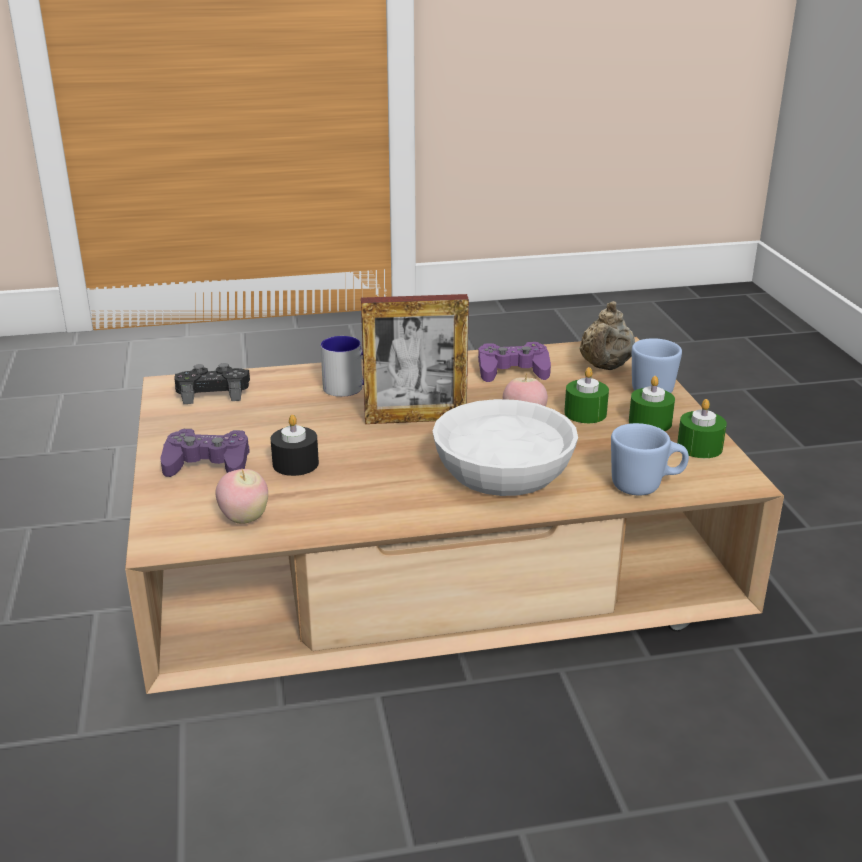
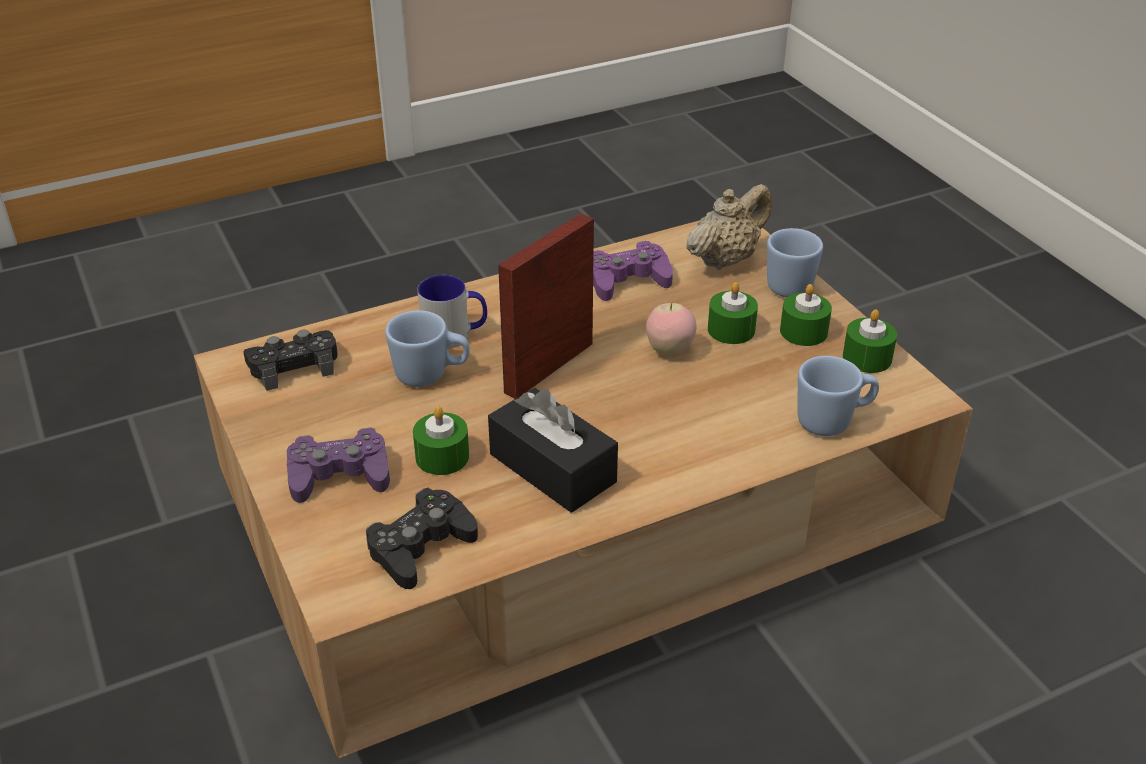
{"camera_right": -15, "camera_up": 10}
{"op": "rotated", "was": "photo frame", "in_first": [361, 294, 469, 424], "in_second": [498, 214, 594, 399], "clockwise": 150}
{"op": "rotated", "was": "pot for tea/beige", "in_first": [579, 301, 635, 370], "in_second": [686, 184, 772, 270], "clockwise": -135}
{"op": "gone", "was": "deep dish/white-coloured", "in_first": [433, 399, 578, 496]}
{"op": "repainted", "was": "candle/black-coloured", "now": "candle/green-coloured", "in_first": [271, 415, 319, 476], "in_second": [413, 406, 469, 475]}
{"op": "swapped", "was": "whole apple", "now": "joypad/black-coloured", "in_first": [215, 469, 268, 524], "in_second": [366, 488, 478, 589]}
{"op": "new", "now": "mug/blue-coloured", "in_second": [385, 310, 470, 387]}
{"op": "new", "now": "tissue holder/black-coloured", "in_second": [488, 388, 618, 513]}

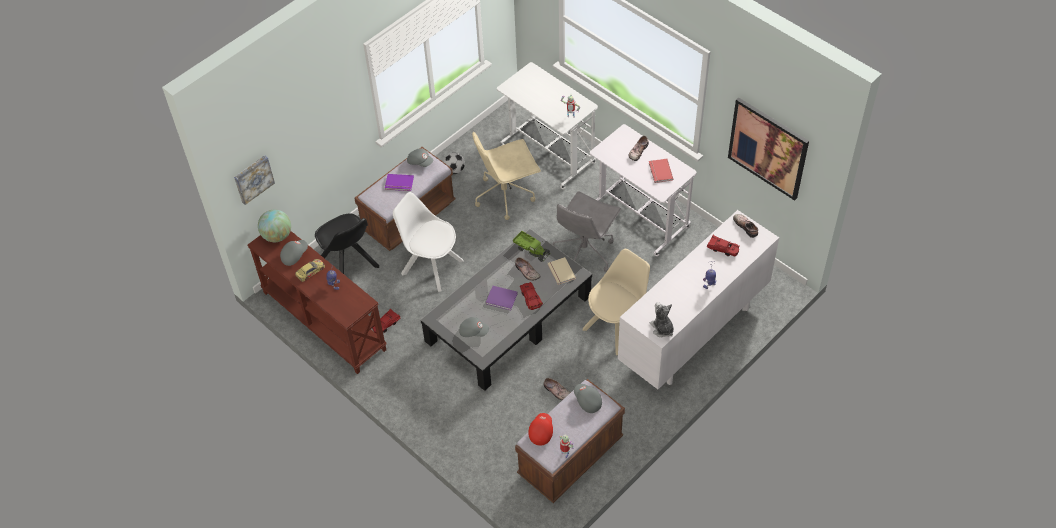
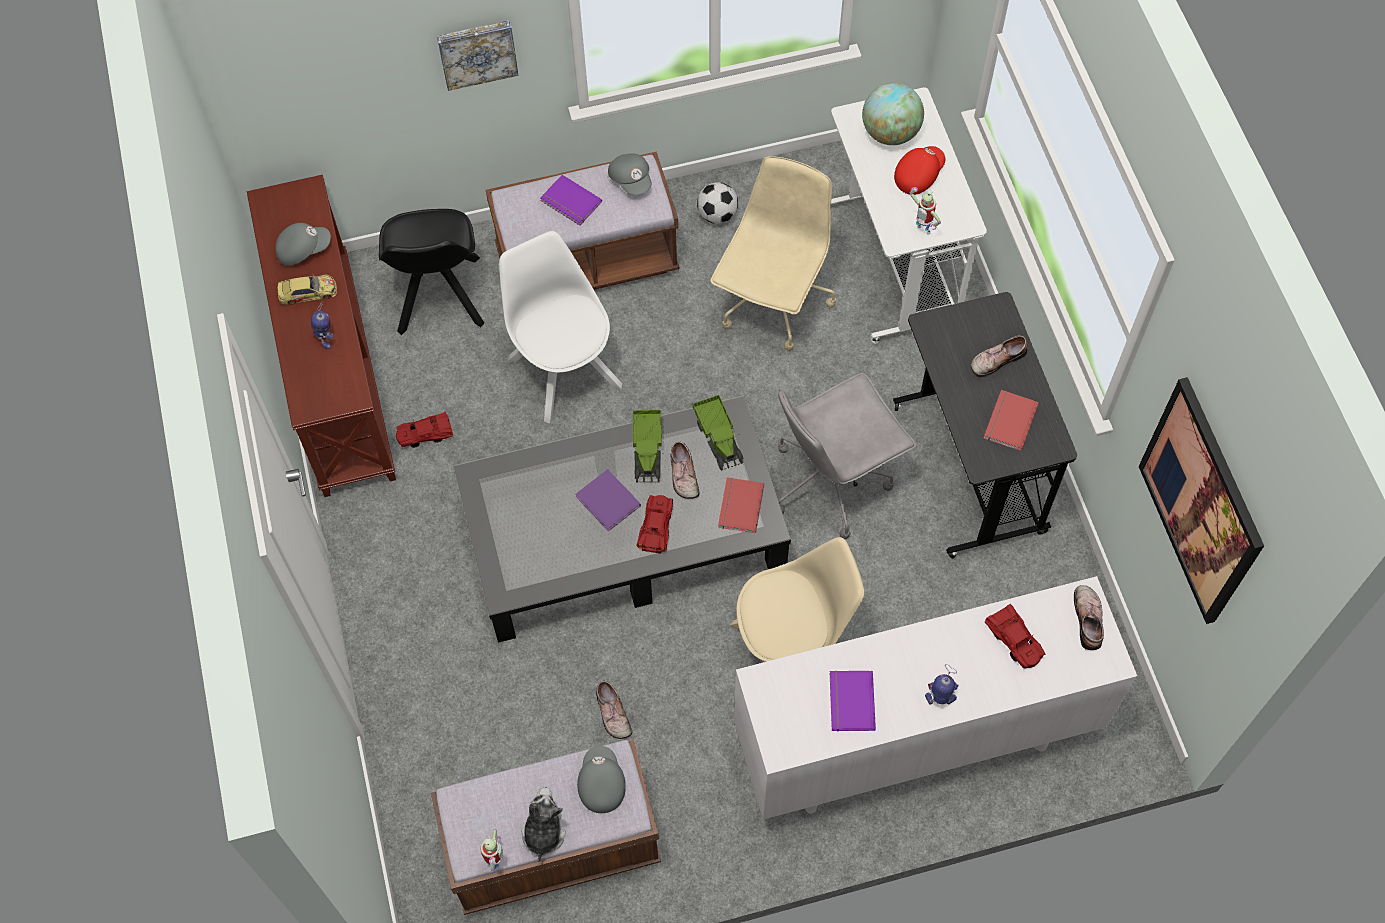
{"camera_right": 30, "camera_up": 10}
{"op": "repainted", "was": "desk table/white-coloured", "now": "desk table/black-coloured", "in_first": [590, 124, 697, 256], "in_second": [893, 292, 1077, 558]}
{"op": "rotated", "was": "computer chair/beige", "in_first": [472, 131, 541, 220], "in_second": [711, 156, 836, 351], "clockwise": 105}
{"op": "shifted", "was": "picture", "in_first": [234, 155, 275, 205], "in_second": [437, 21, 518, 91]}
{"op": "shifted", "was": "globe", "in_first": [258, 210, 291, 242], "in_second": [862, 83, 924, 145]}
{"op": "repainted", "was": "book/beige", "now": "book/red-coloured", "in_first": [548, 257, 576, 285], "in_second": [718, 477, 764, 533]}
{"op": "shifted", "was": "soft toy", "in_first": [650, 302, 674, 337], "in_second": [521, 787, 566, 862]}
{"op": "gone", "was": "cap/greyish", "in_first": [459, 317, 489, 337]}
{"op": "shifted", "was": "cap/red-coloured", "in_first": [528, 413, 553, 446], "in_second": [894, 146, 945, 195]}
{"op": "new", "now": "toy lorry", "in_second": [633, 410, 662, 483]}
{"op": "new", "now": "book/purple-coloured", "in_second": [830, 671, 876, 731]}

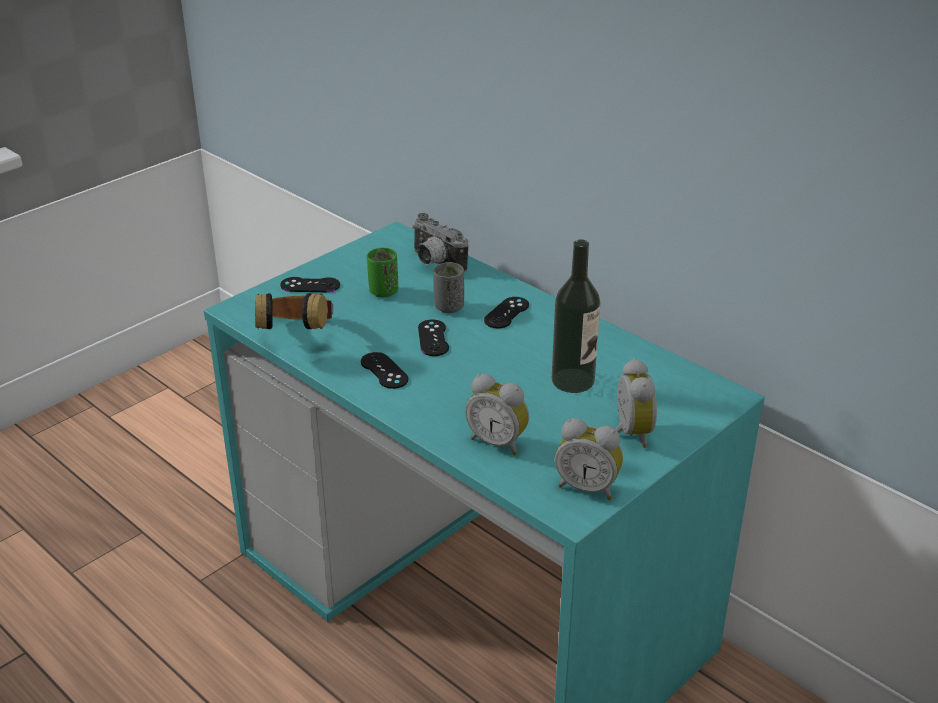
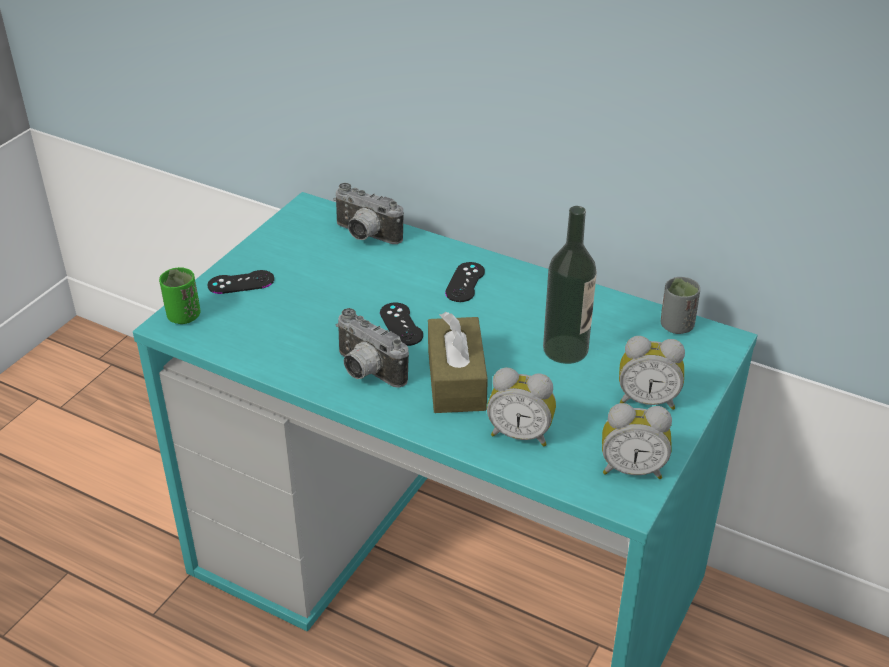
{"camera_right": -15, "camera_up": 5}
{"op": "shifted", "was": "drinking cup/green-coloured", "in_first": [367, 248, 399, 297], "in_second": [159, 267, 200, 324]}
{"op": "shifted", "was": "drinking cup/greyish", "in_first": [433, 262, 464, 313], "in_second": [661, 277, 700, 334]}
{"op": "gone", "was": "headset", "in_first": [255, 293, 333, 329]}
{"op": "swapped", "was": "joypad/black-coloured", "now": "photo camera", "in_first": [361, 352, 409, 389], "in_second": [336, 308, 409, 388]}
{"op": "rotated", "was": "table clock", "in_first": [616, 358, 657, 448], "in_second": [619, 336, 685, 410], "clockwise": 120}
{"op": "new", "now": "tissue holder/brown", "in_second": [428, 312, 488, 413]}

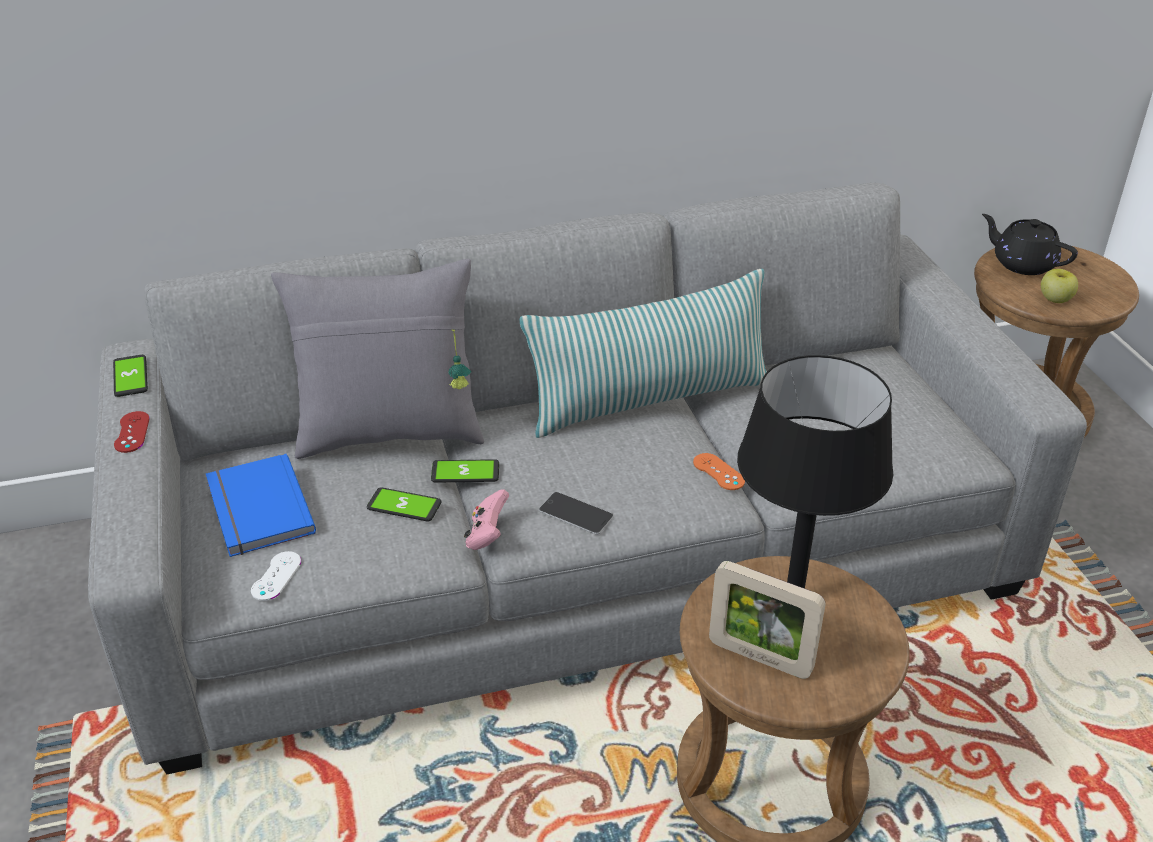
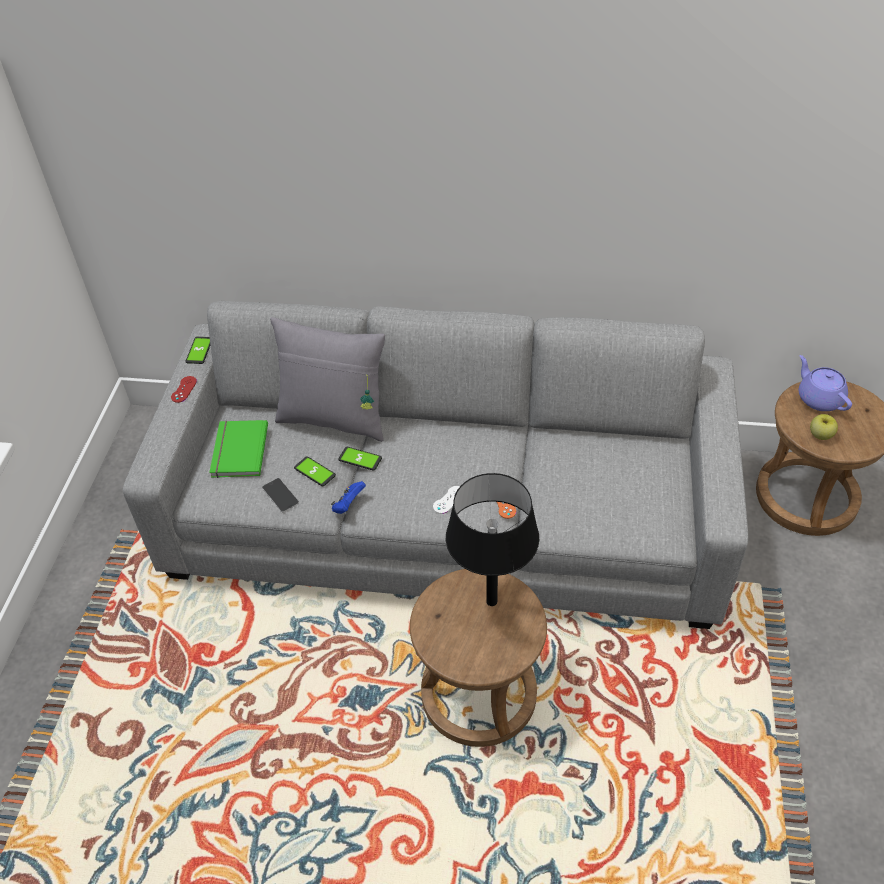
{"camera_right": 25, "camera_up": 10}
{"op": "repainted", "was": "pot for tea/black-coloured", "now": "pot for tea/purple-coloured", "in_first": [982, 214, 1078, 275], "in_second": [799, 355, 852, 411]}
{"op": "gone", "was": "throw pillow", "in_first": [520, 269, 767, 438]}
{"op": "repainted", "was": "book/blue-coloured", "now": "book/green-coloured", "in_first": [206, 454, 316, 557], "in_second": [209, 420, 268, 478]}
{"op": "repainted", "was": "joypad/pink", "now": "joypad/blue-coloured", "in_first": [464, 489, 509, 550], "in_second": [331, 481, 366, 514]}
{"op": "shifted", "was": "phone", "in_first": [539, 492, 614, 535], "in_second": [262, 478, 299, 513]}
{"op": "shifted", "was": "joypad/white-coloured", "in_first": [251, 551, 301, 601], "in_second": [433, 486, 460, 514]}
{"op": "gone", "was": "photo frame", "in_first": [709, 561, 826, 679]}

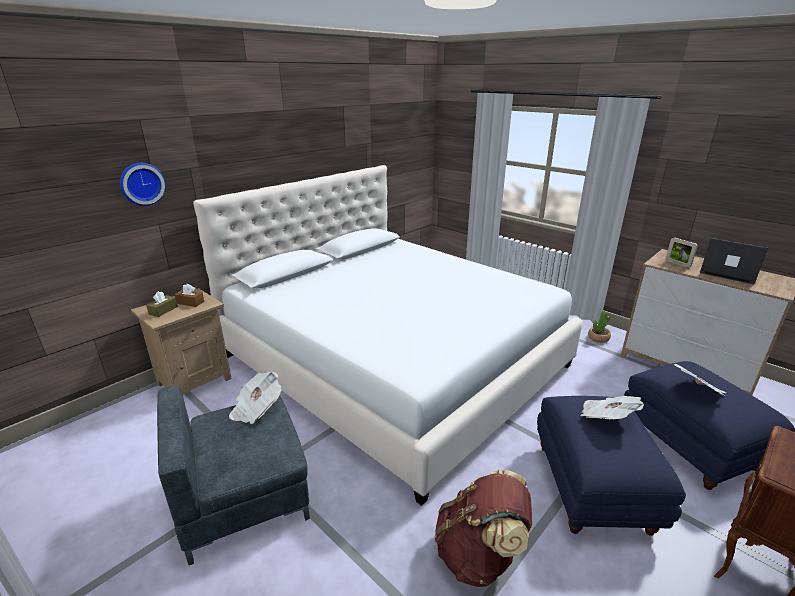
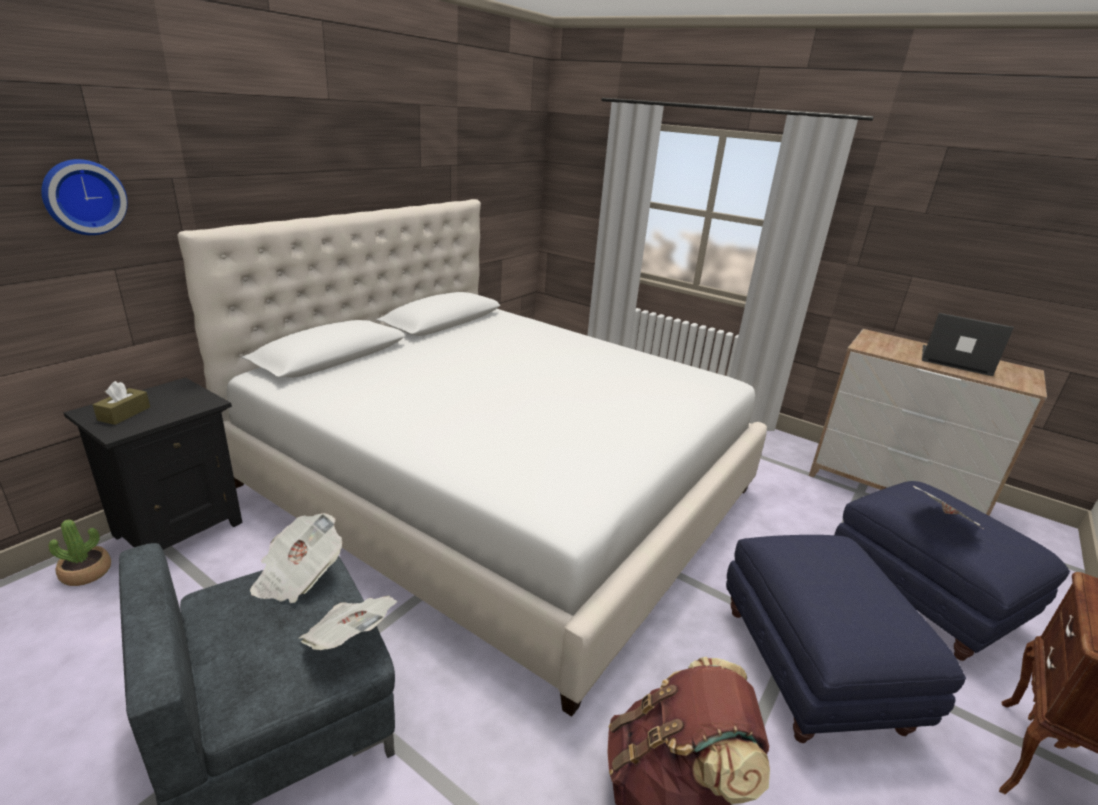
{"camera_right": -10, "camera_up": 0}
{"op": "gone", "was": "photo frame", "in_first": [666, 237, 698, 268]}
{"op": "gone", "was": "tissue holder/brown", "in_first": [174, 284, 204, 307]}
{"op": "repainted", "was": "bedside table/beige", "now": "bedside table/black-coloured", "in_first": [131, 288, 232, 394], "in_second": [63, 378, 242, 550]}
{"op": "shifted", "was": "potted plant", "in_first": [588, 311, 611, 343], "in_second": [49, 519, 111, 586]}
{"op": "shifted", "was": "newspaper", "in_first": [580, 396, 644, 419], "in_second": [299, 596, 397, 650]}

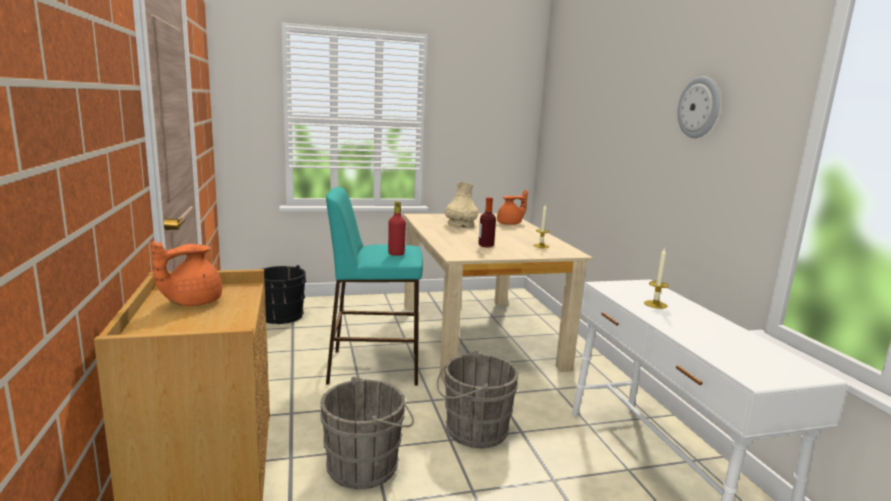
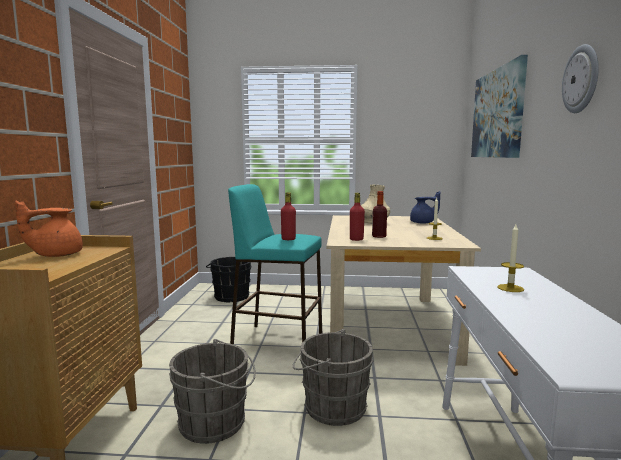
{"camera_right": 20, "camera_up": -5}
{"op": "repainted", "was": "pot for tea/orange-coloured", "now": "pot for tea/blue-coloured", "in_first": [497, 190, 528, 225], "in_second": [410, 191, 440, 224]}
{"op": "new", "now": "picture", "in_second": [471, 55, 528, 158]}
{"op": "new", "now": "beverage bottle/red-coloured", "in_second": [350, 193, 365, 241]}

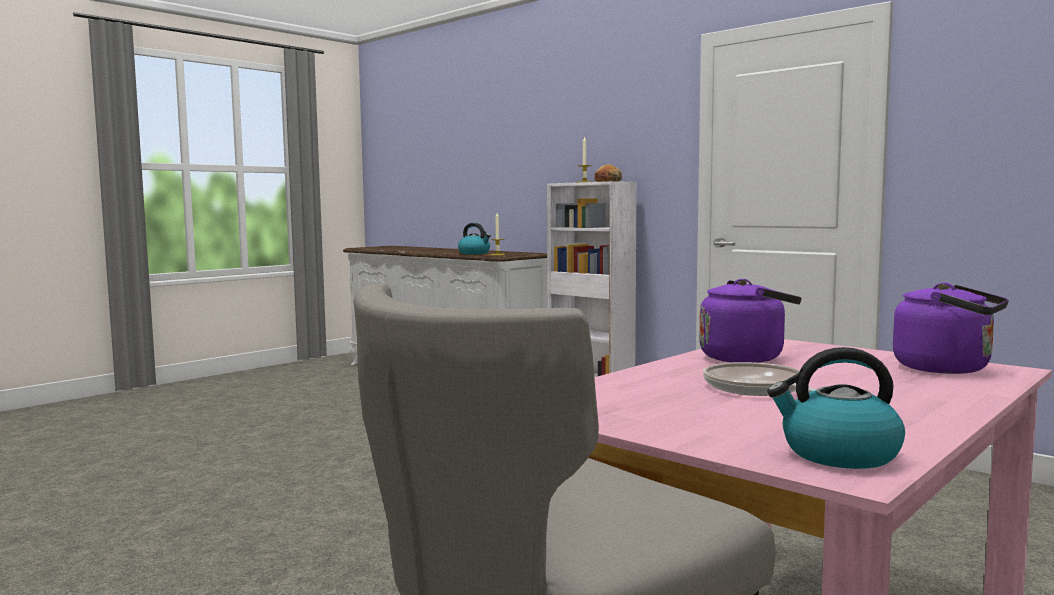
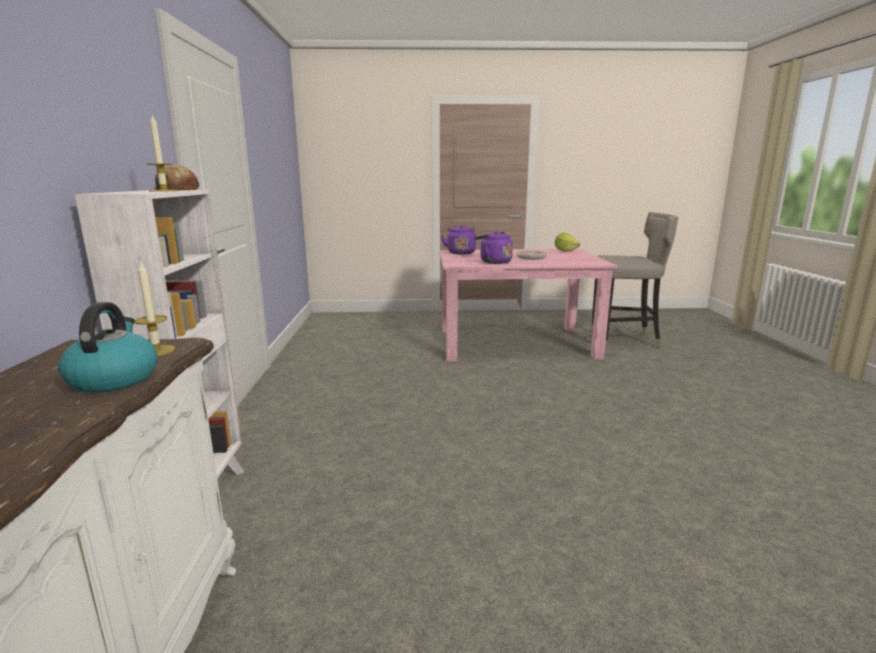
{"camera_right": -135, "camera_up": 10}
{"op": "swapped", "was": "kettle", "now": "lettuce", "in_first": [767, 347, 905, 469], "in_second": [555, 233, 581, 252]}

